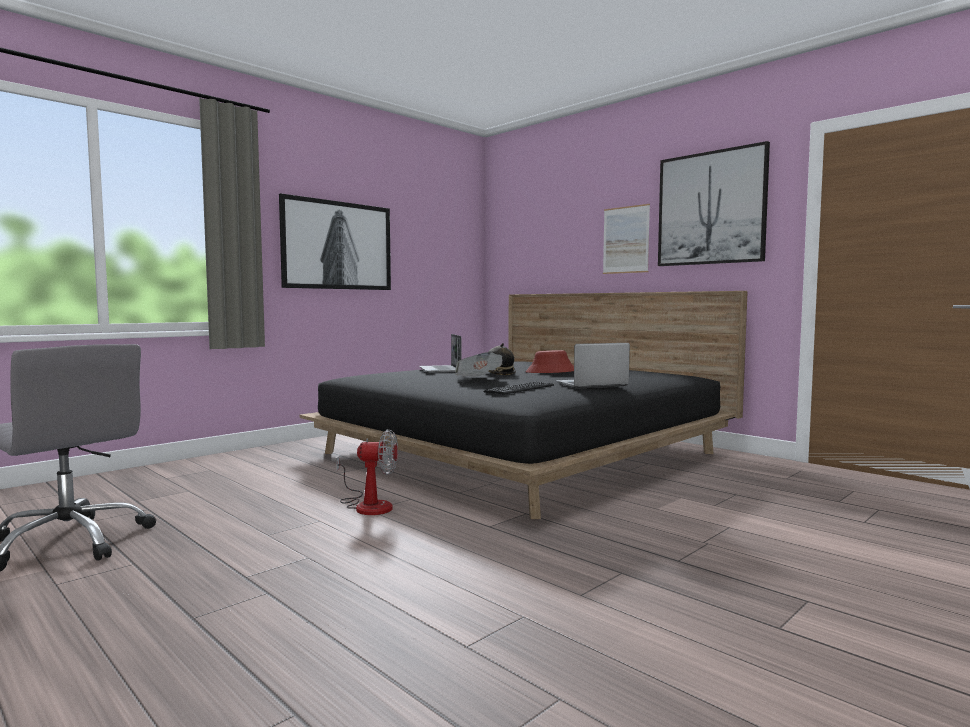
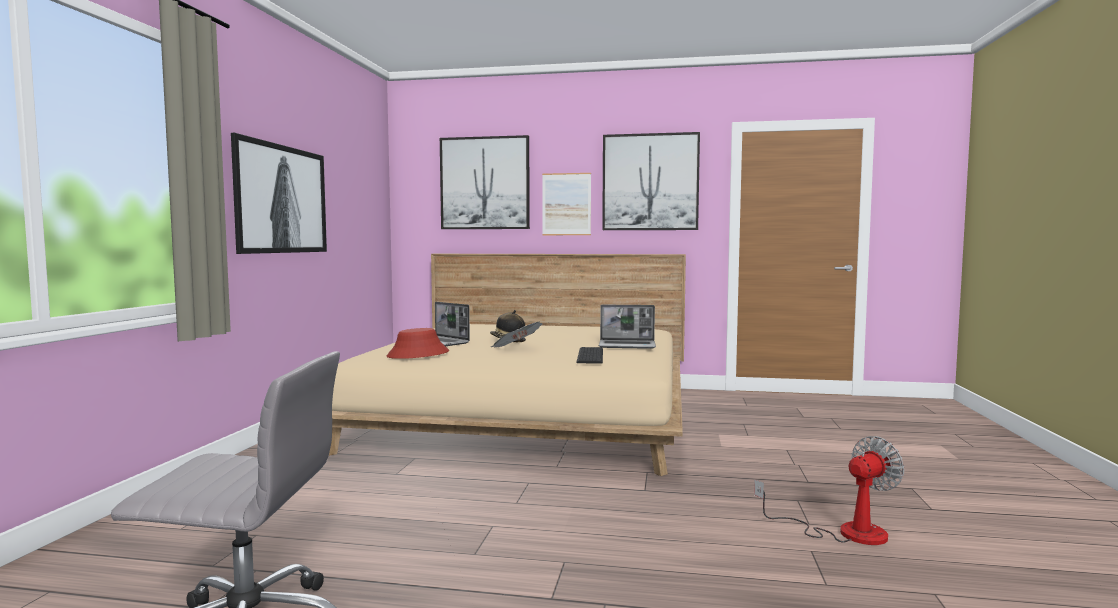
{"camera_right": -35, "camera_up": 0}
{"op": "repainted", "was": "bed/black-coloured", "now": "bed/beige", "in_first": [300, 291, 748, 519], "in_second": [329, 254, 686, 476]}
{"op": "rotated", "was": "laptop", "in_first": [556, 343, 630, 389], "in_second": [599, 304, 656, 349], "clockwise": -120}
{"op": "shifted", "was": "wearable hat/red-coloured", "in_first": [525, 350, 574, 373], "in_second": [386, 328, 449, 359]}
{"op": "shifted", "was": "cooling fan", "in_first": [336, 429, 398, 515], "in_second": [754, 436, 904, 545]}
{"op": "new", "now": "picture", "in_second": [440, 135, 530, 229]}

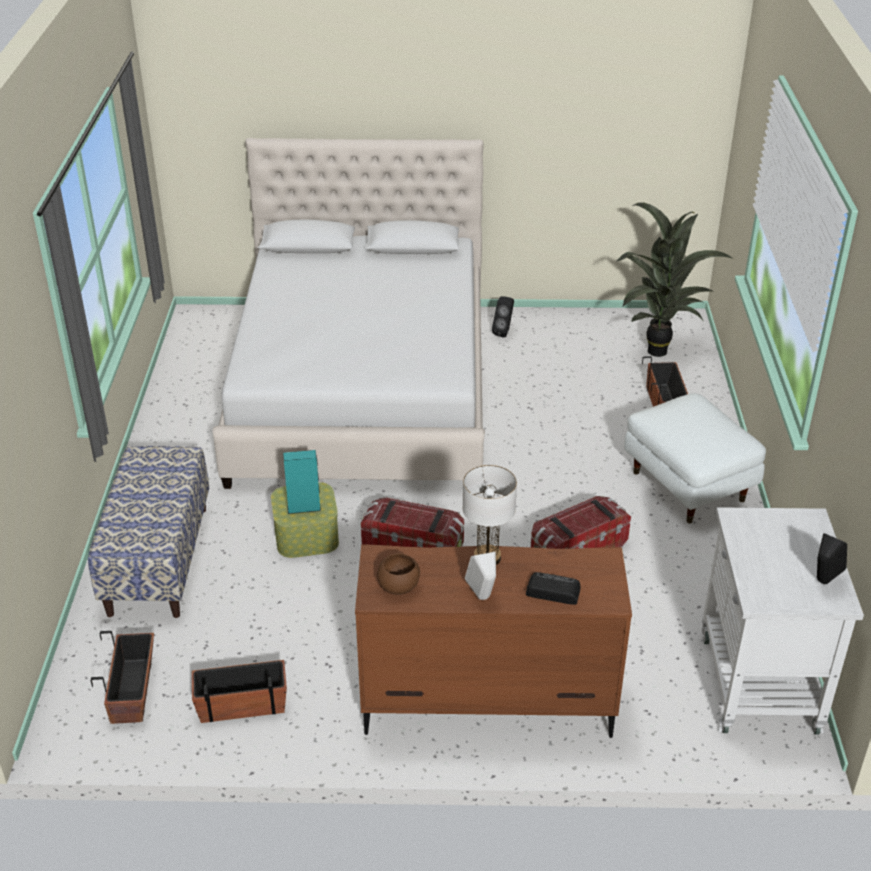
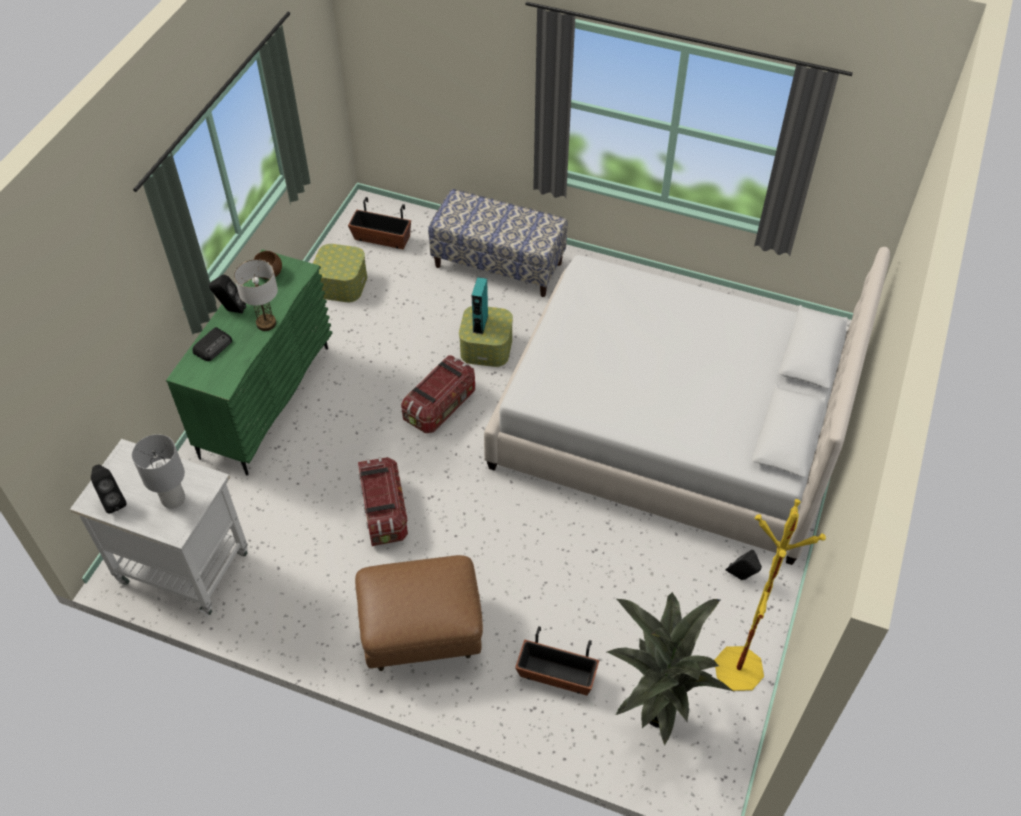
{"camera_right": 110, "camera_up": 15}
{"op": "repainted", "was": "footrest/white-coloured", "now": "footrest/brown", "in_first": [624, 393, 766, 523], "in_second": [355, 555, 483, 671]}
{"op": "repainted", "was": "chest of drawers/brown", "now": "chest of drawers/green-coloured", "in_first": [355, 545, 632, 738], "in_second": [166, 249, 332, 475]}
{"op": "repainted", "was": "speaker/white-coloured", "now": "speaker/black-coloured", "in_first": [465, 552, 496, 600], "in_second": [209, 275, 246, 314]}
{"op": "swapped", "was": "flower pot", "now": "storage bin", "in_first": [192, 660, 287, 723], "in_second": [313, 244, 367, 302]}
{"op": "new", "now": "tabletop lamp/greyish", "in_second": [132, 434, 185, 509]}
{"op": "new", "now": "clothes rack/yellow-coloured", "in_second": [714, 499, 826, 691]}

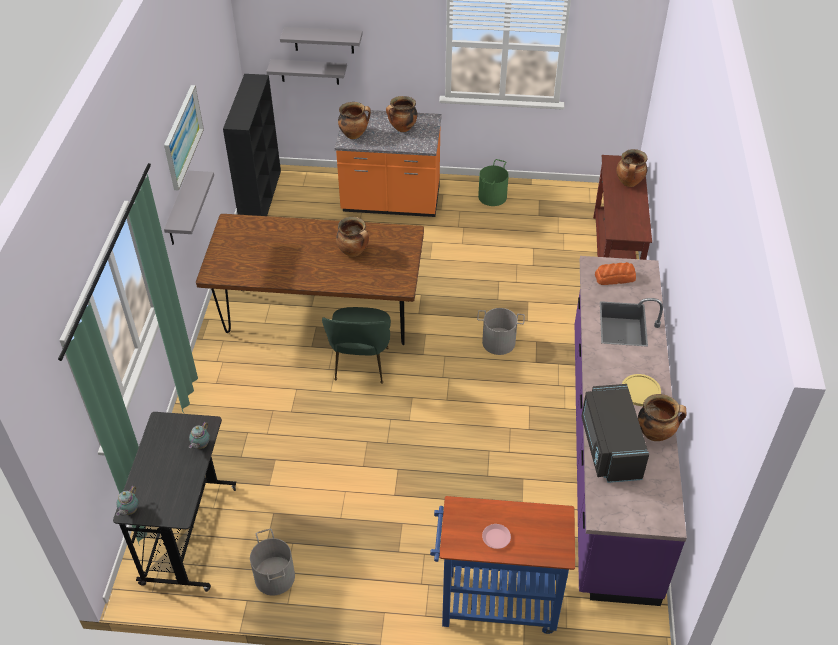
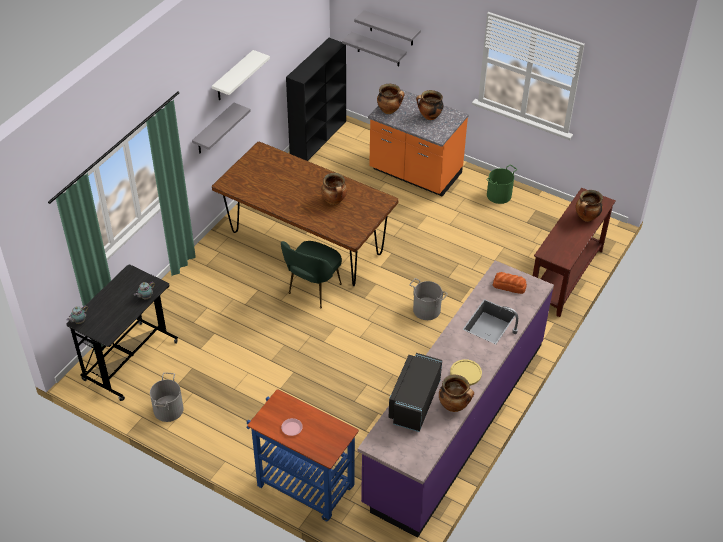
{"camera_right": 25, "camera_up": 0}
{"op": "swapped", "was": "picture", "now": "shelf/white-coloured", "in_first": [164, 85, 204, 191], "in_second": [212, 50, 270, 100]}

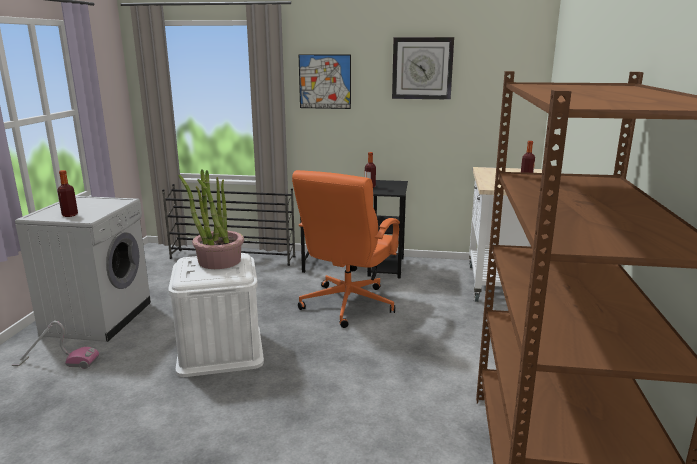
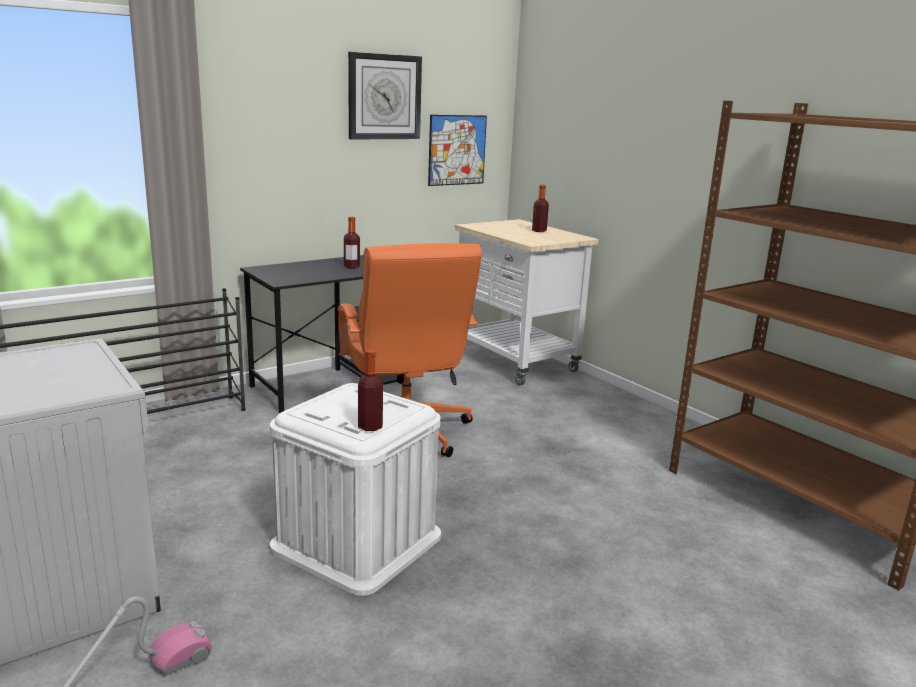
{"camera_right": -45, "camera_up": 0}
{"op": "shifted", "was": "picture", "in_first": [299, 54, 351, 109], "in_second": [428, 115, 487, 186]}
{"op": "gone", "was": "potted plant", "in_first": [178, 169, 244, 269]}
{"op": "shifted", "was": "beverage bottle", "in_first": [57, 170, 78, 217], "in_second": [358, 349, 383, 431]}

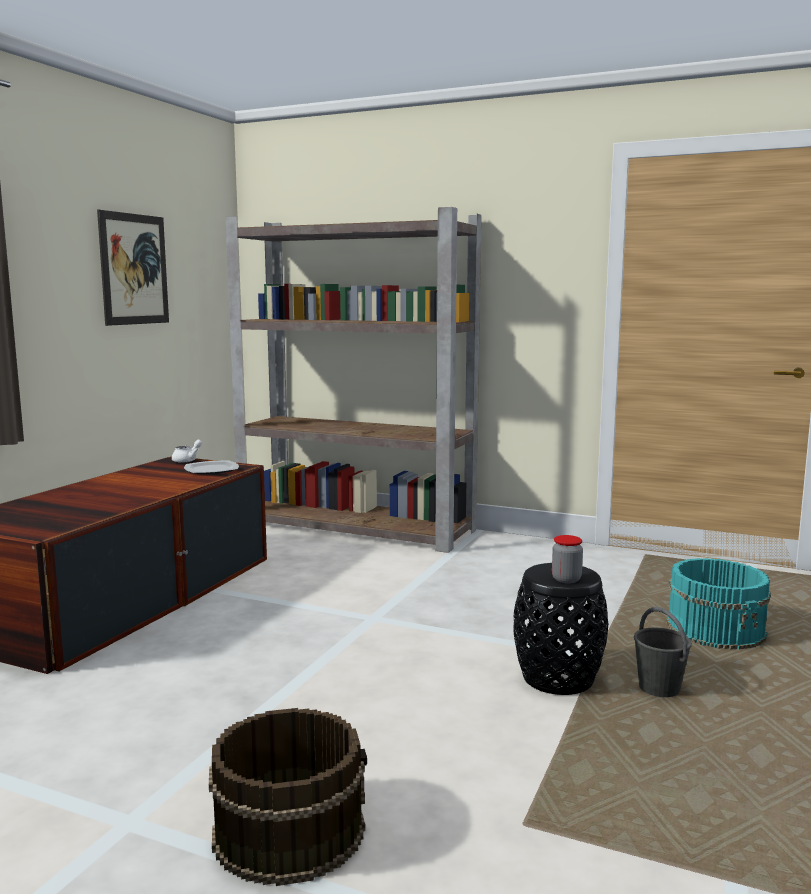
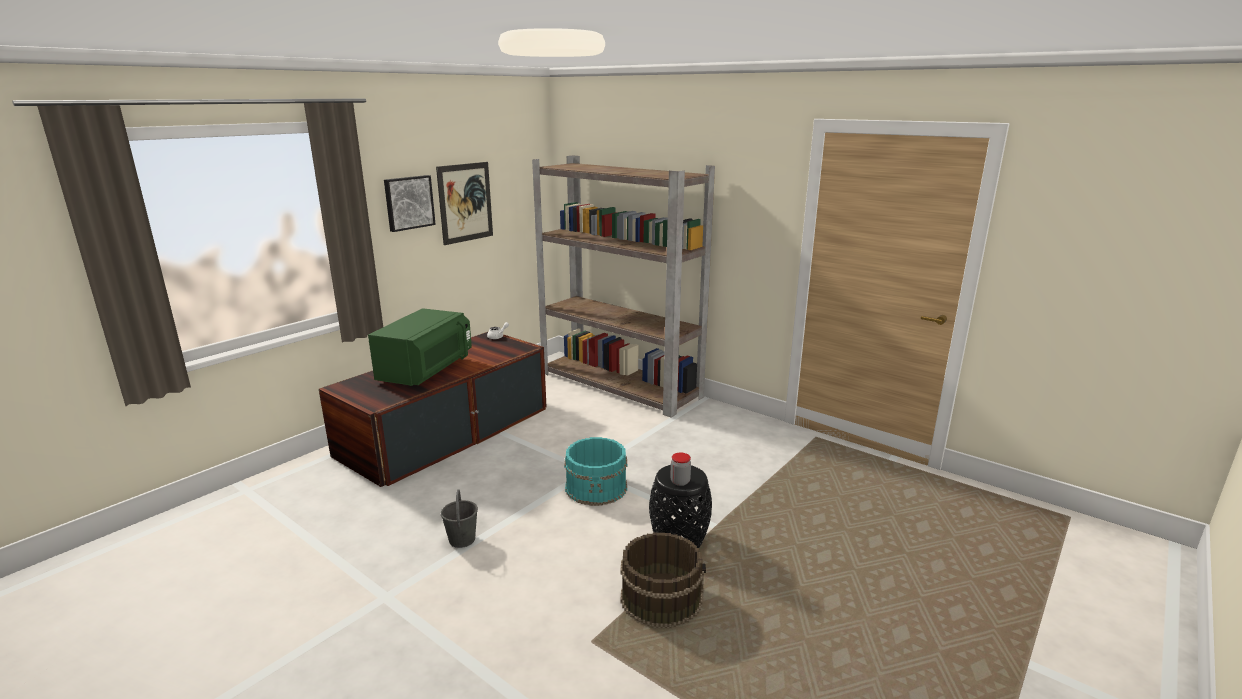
{"camera_right": 15, "camera_up": 10}
{"op": "gone", "was": "dinner plate", "in_first": [184, 460, 239, 475]}
{"op": "shifted", "was": "bucket/turquoise", "in_first": [666, 558, 771, 650], "in_second": [564, 437, 627, 506]}
{"op": "shifted", "was": "bucket/greyish", "in_first": [634, 607, 692, 697], "in_second": [441, 489, 478, 548]}
{"op": "shifted", "was": "bucket/brown", "in_first": [209, 708, 367, 886], "in_second": [620, 533, 706, 628]}
{"op": "new", "now": "picture", "in_second": [384, 175, 436, 232]}
{"op": "new", "now": "kitchen microwave/green-coloured", "in_second": [368, 308, 472, 386]}

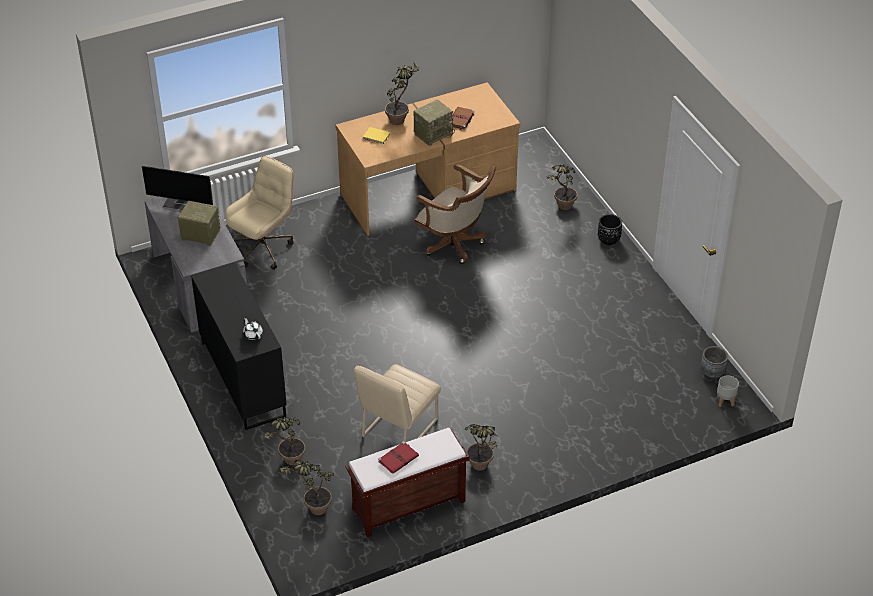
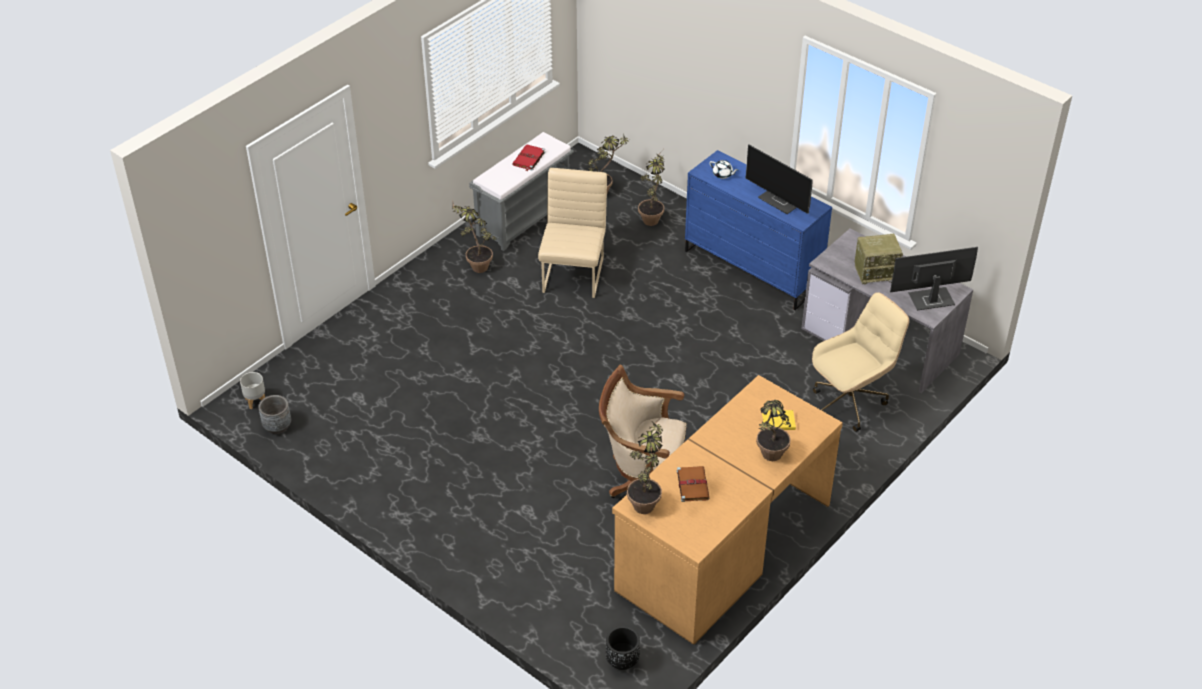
{"camera_right": 155, "camera_up": 0}
{"op": "gone", "was": "radio set", "in_first": [413, 99, 455, 146]}
{"op": "rotated", "was": "computer chair/beige", "in_first": [225, 156, 294, 270], "in_second": [812, 292, 909, 432], "clockwise": -135}
{"op": "shifted", "was": "potted plant", "in_first": [547, 164, 578, 210], "in_second": [627, 415, 663, 514]}
{"op": "shifted", "was": "flower pot/black-coloured", "in_first": [598, 214, 622, 245], "in_second": [606, 626, 640, 670]}
{"op": "repainted", "was": "chest of drawers/black-coloured", "now": "chest of drawers/blue-coloured", "in_first": [191, 262, 287, 430], "in_second": [685, 150, 832, 310]}
{"op": "repainted", "was": "long seat/brown", "now": "long seat/greyish", "in_first": [345, 428, 470, 538], "in_second": [469, 132, 574, 251]}
{"op": "new", "now": "computer display", "in_second": [746, 144, 813, 214]}

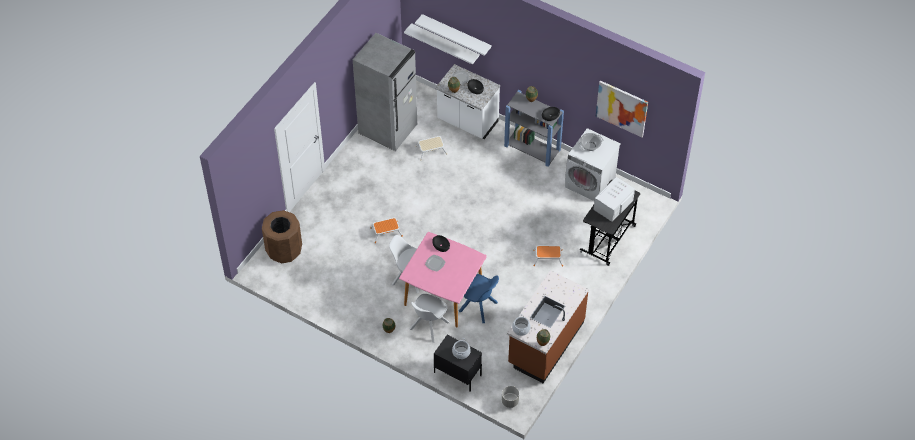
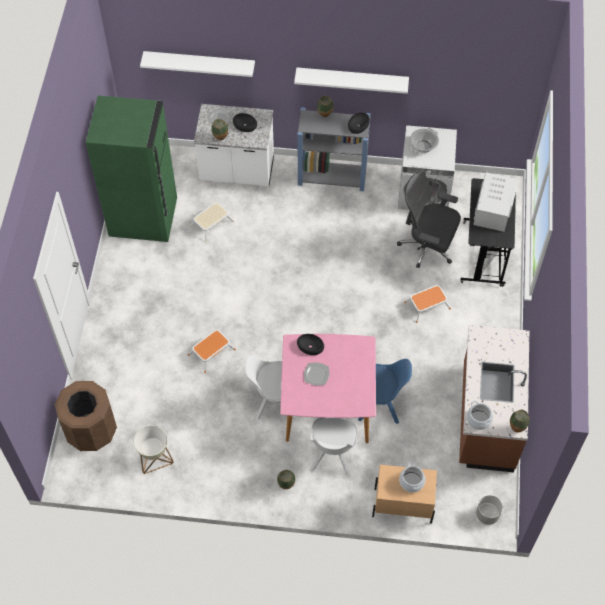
{"camera_right": -25, "camera_up": 5}
{"op": "shifted", "was": "shelf/white-coloured", "in_first": [404, 23, 480, 65], "in_second": [294, 67, 409, 94]}
{"op": "repainted", "was": "kitchen fridge/greyish", "now": "kitchen fridge/green-coloured", "in_first": [353, 33, 417, 151], "in_second": [86, 96, 177, 242]}
{"op": "gone", "was": "picture", "in_first": [596, 81, 648, 137]}
{"op": "repainted", "was": "bedside table/black-coloured", "now": "bedside table/beige", "in_first": [434, 335, 482, 392], "in_second": [372, 465, 437, 524]}
{"op": "new", "now": "computer chair", "in_second": [397, 172, 461, 268]}
{"op": "new", "now": "flower pot", "in_second": [134, 425, 174, 474]}

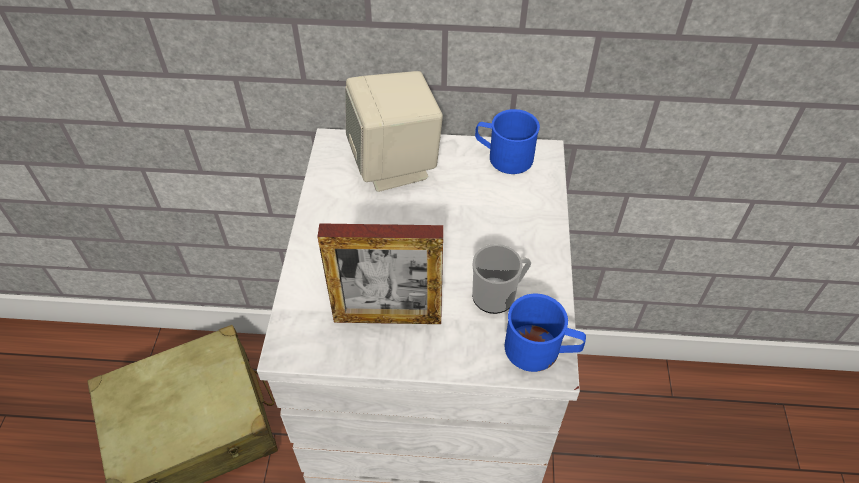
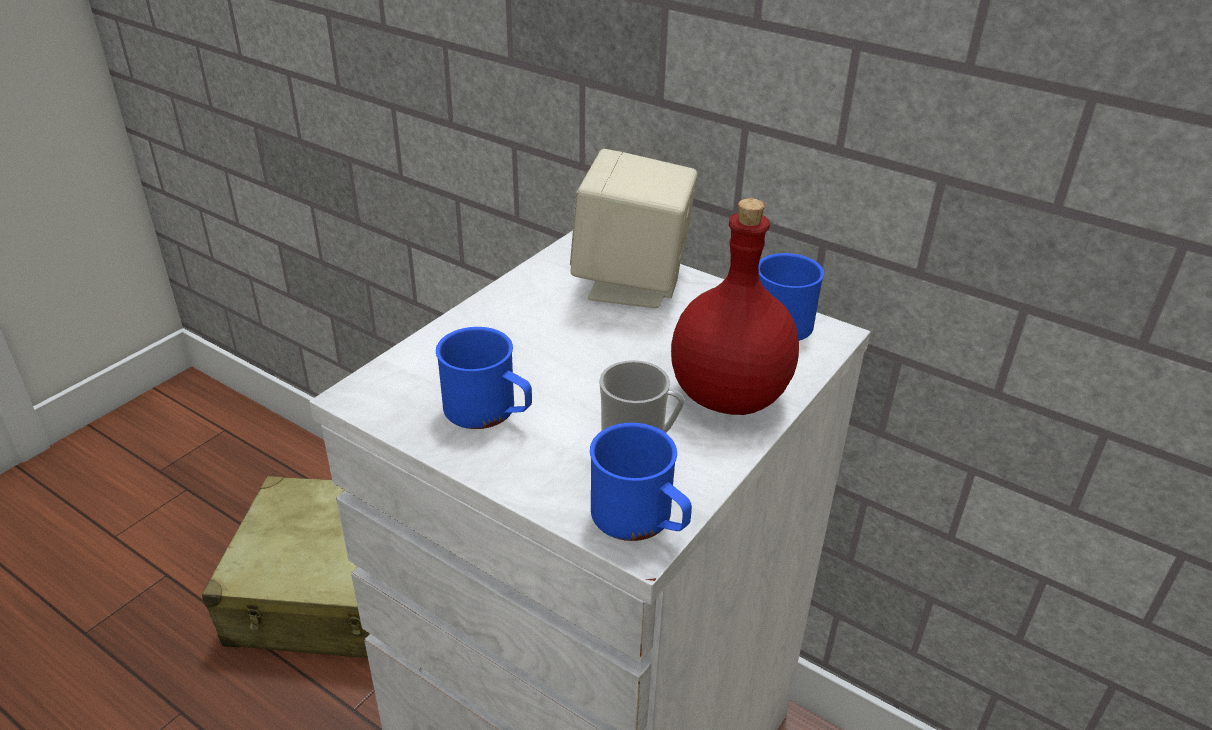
{"camera_right": 30, "camera_up": -15}
{"op": "swapped", "was": "photo frame", "now": "mug/blue-coloured", "in_first": [317, 223, 443, 324], "in_second": [436, 327, 532, 429]}
{"op": "new", "now": "beverage bottle/red-coloured", "in_second": [671, 198, 799, 415]}

